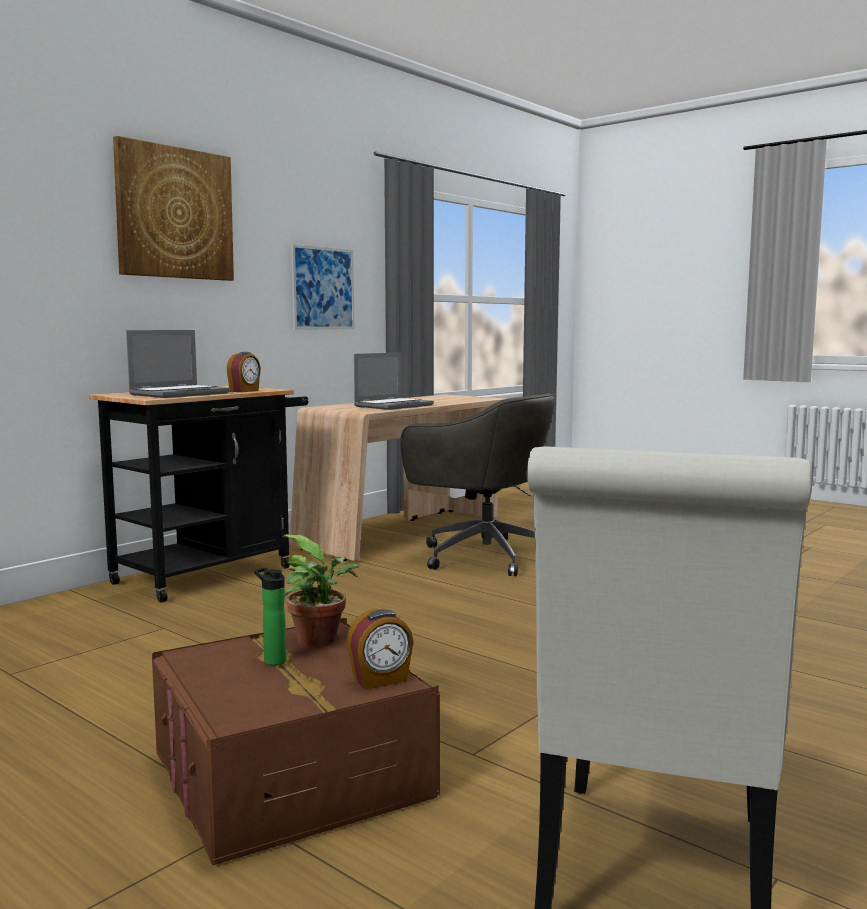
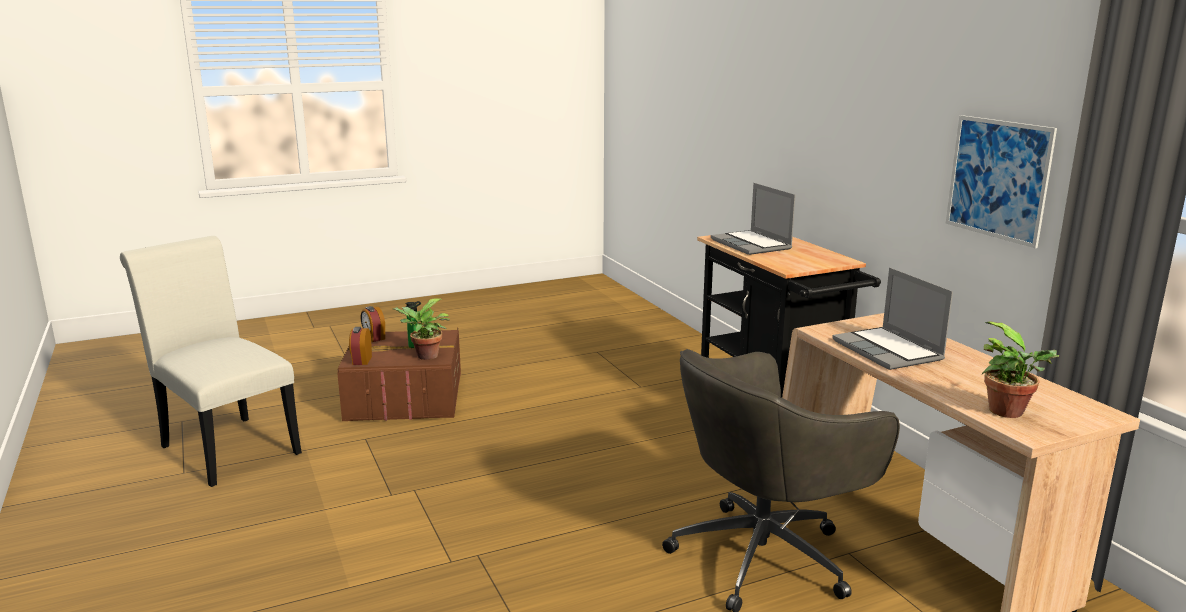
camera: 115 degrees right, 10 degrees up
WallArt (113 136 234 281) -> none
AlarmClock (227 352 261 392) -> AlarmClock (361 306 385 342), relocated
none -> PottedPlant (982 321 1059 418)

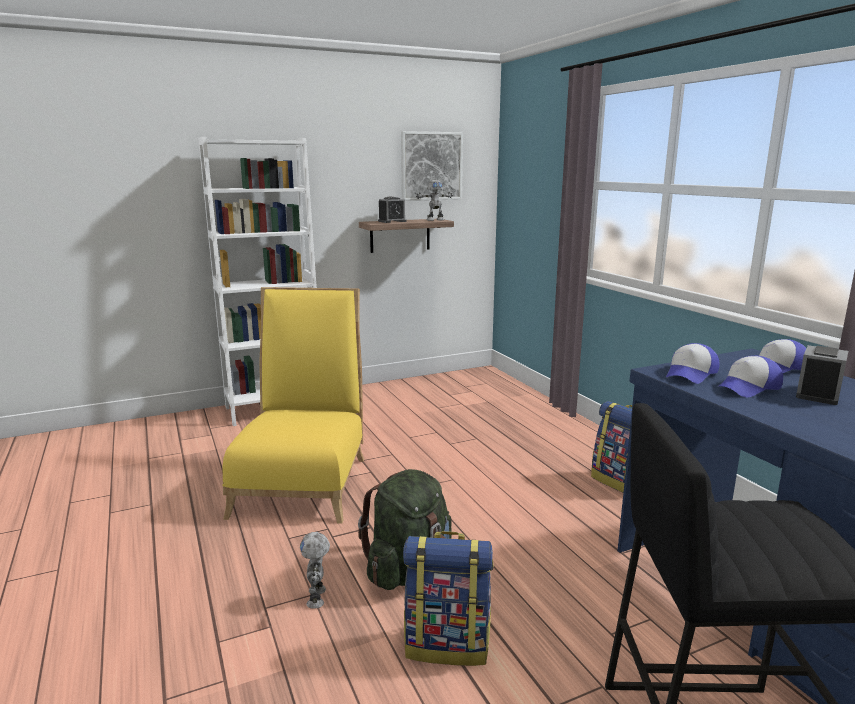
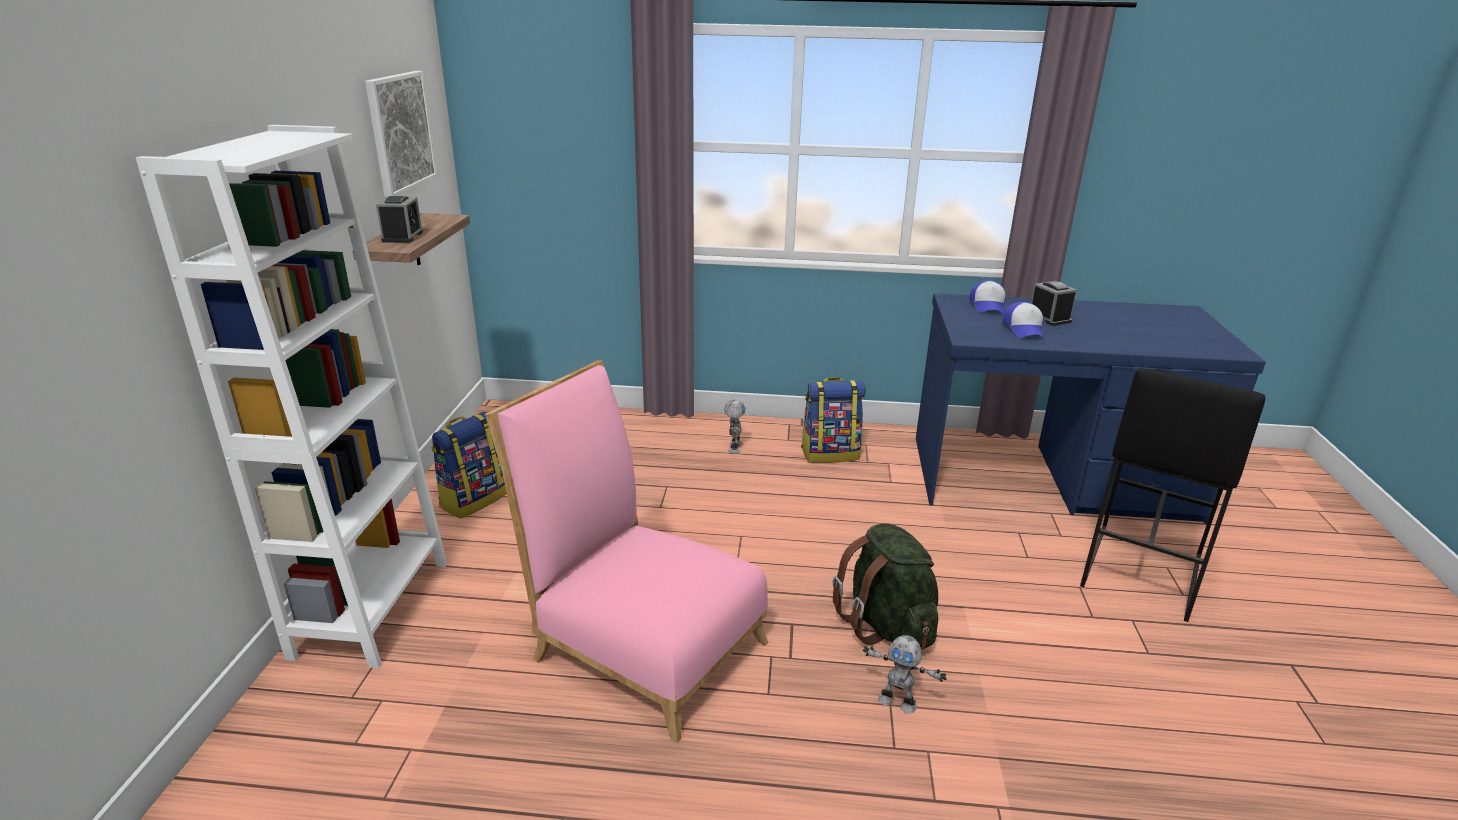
camera: 60 degrees left, 10 degrees up
YellowColouredChair (223 287 364 524) -> PinkColouredChair (485 360 769 743)
Knapsack (403 531 494 666) -> Knapsack (431 412 507 519), relocated
ModelRobot (416 180 453 221) -> ModelRobot (724 400 746 454), relocated
Cap (666 343 719 384) -> none

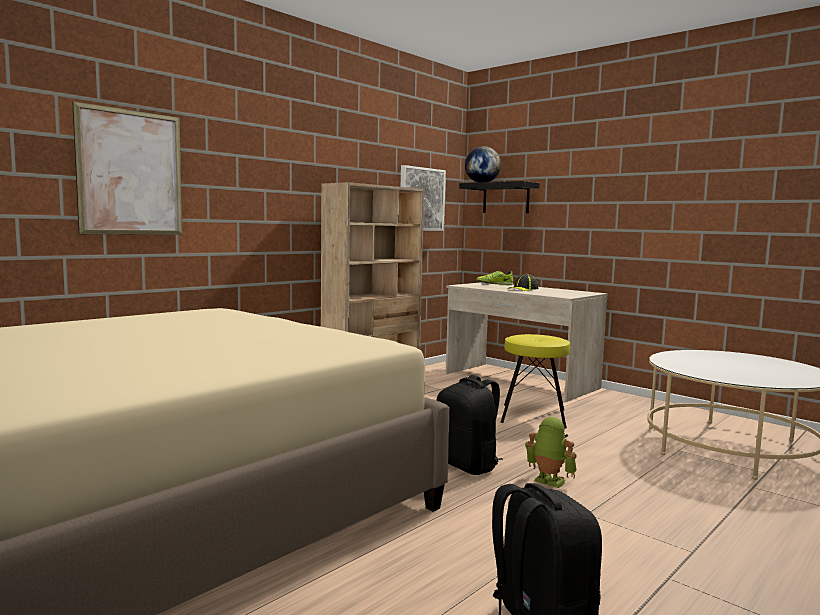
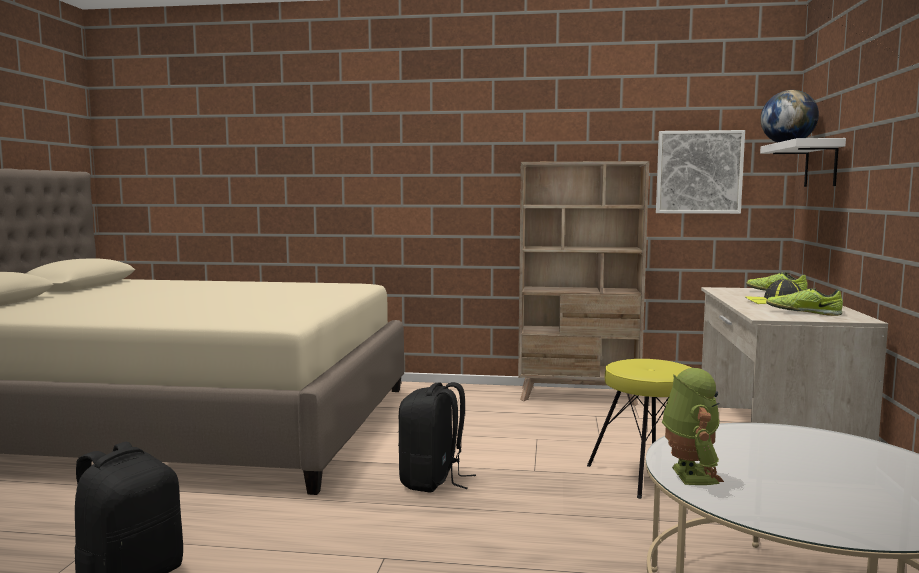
camera: 55 degrees right, 0 degrees up
WallArt (72 101 183 235) -> none
BlackBracketShelf (459 181 540 213) -> WhitishBracketShelf (760 138 846 187)
ModelRobot (525 417 577 488) -> ModelRobot (662 368 724 485), relocated
none -> ItemOfFootwear (766 288 843 316)

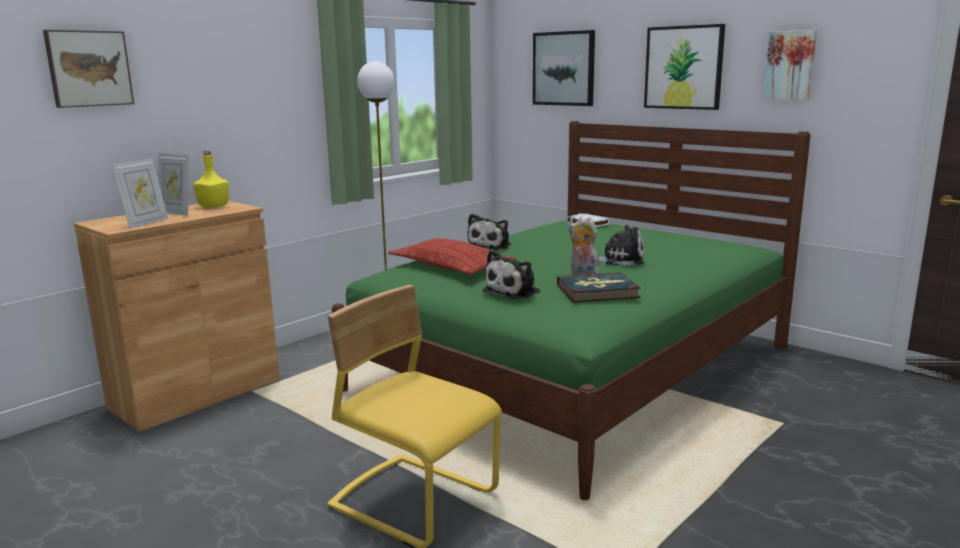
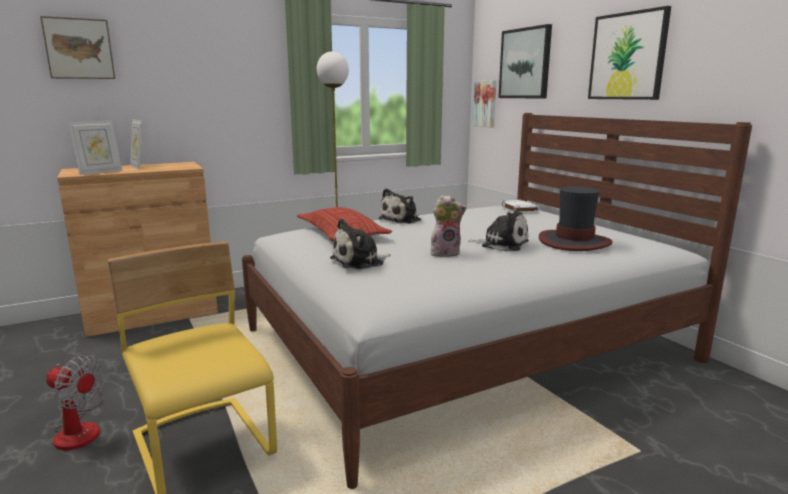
camera: 20 degrees right, 0 degrees up
YellowColouredBeverageBottle (193 150 229 208) -> none
GreenBed (332 121 811 500) -> WhitishBed (242 113 752 489)
BoundBook (557 273 641 302) -> none
SoftToy (568 216 599 275) -> SoftToy (430 195 466 257), 105 degrees clockwise
WallArt (764 30 817 100) -> WallArt (473 80 496 128), relocated
none -> Fan (46 355 104 451)
none -> WearableHat (539 187 612 251)

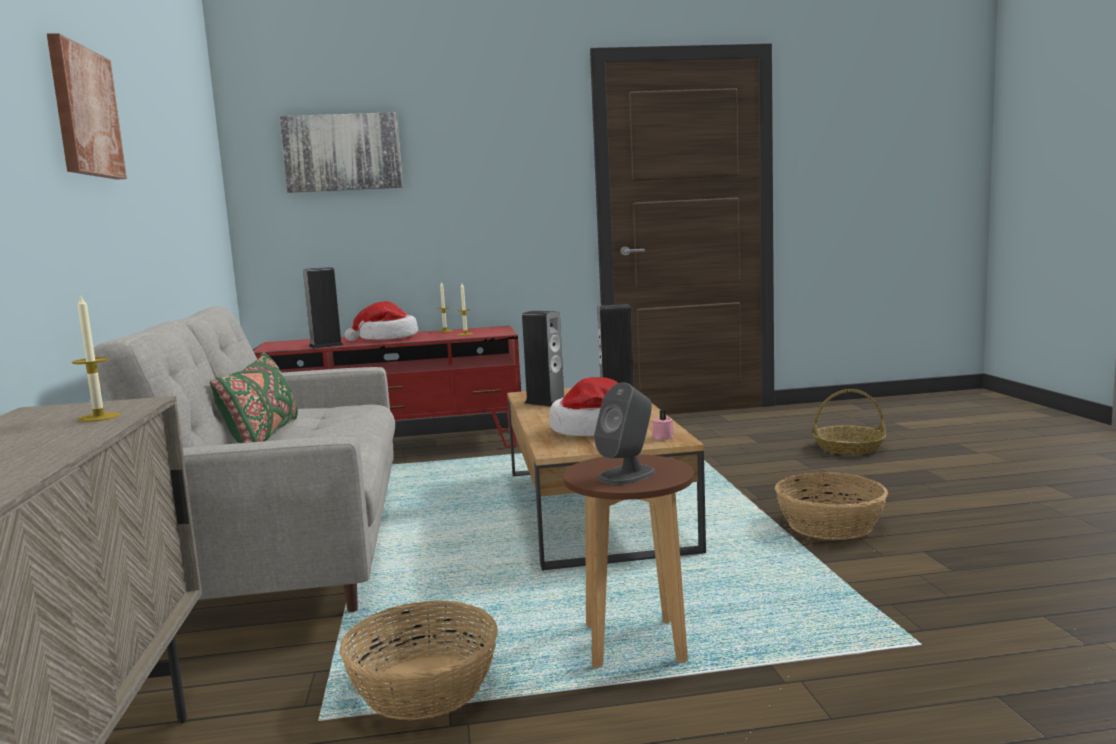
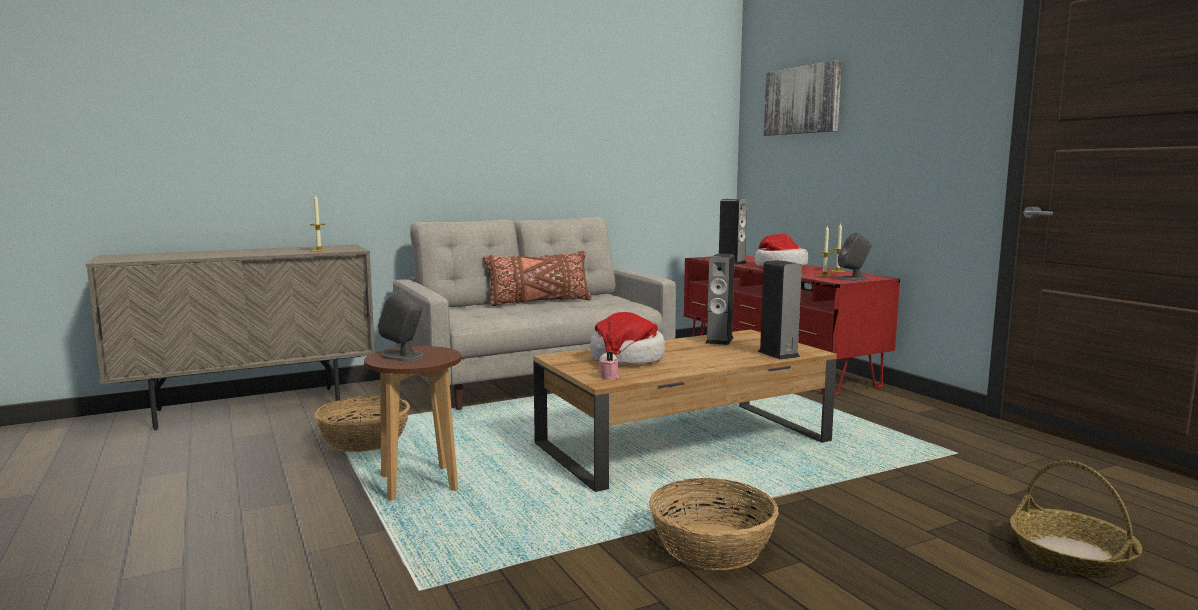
camera: 70 degrees right, 0 degrees up
WallArt (47 33 127 180) -> none
GreenCushion (210 352 298 443) -> BrownColouredCushion (483 251 592 306)
none -> GreyishLoudspeaker (837 232 872 281)

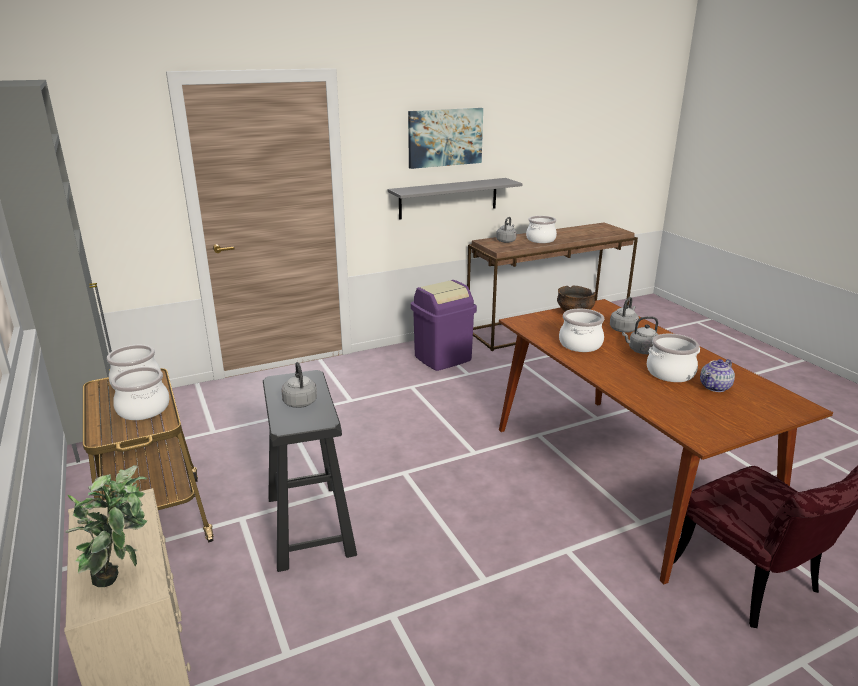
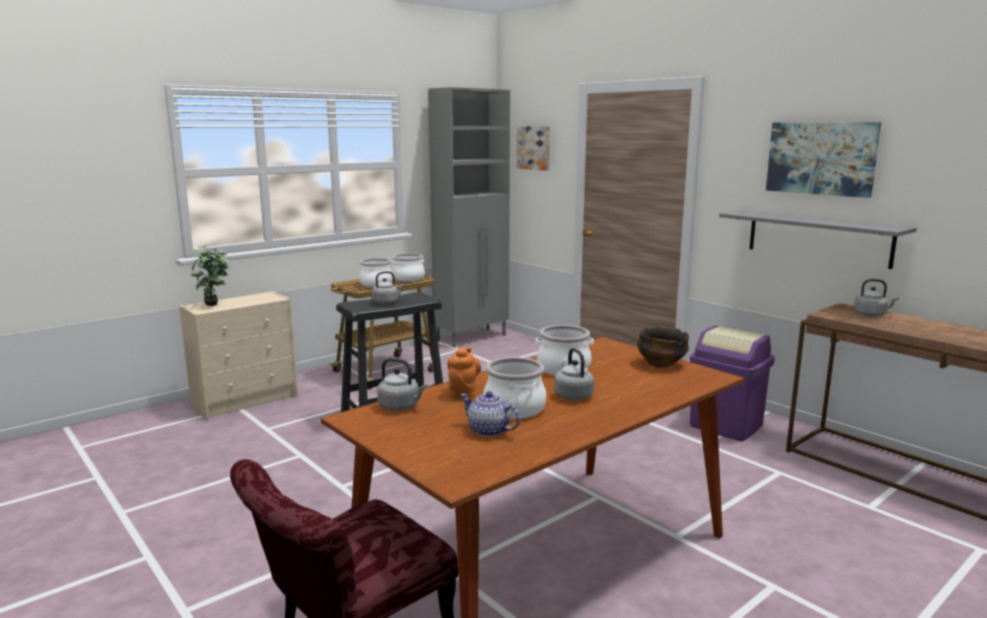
camera: 75 degrees right, 10 degrees down
CookingPot (526 216 557 243) -> none
GreyishWaterKettle (610 297 639 333) -> GreyishWaterKettle (377 358 427 411), relocated
none -> OrangeyTeaPot (447 346 481 398)
none -> WallArt (517 126 550 170)

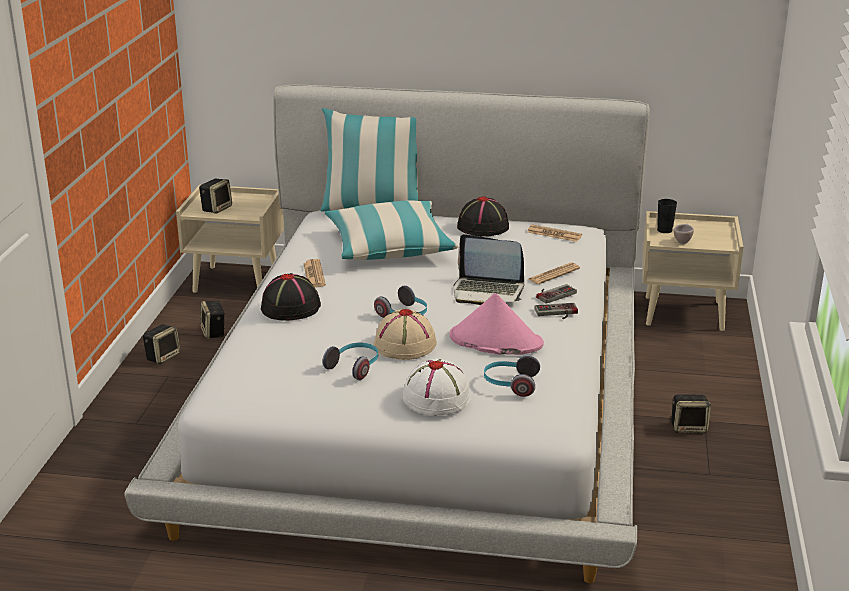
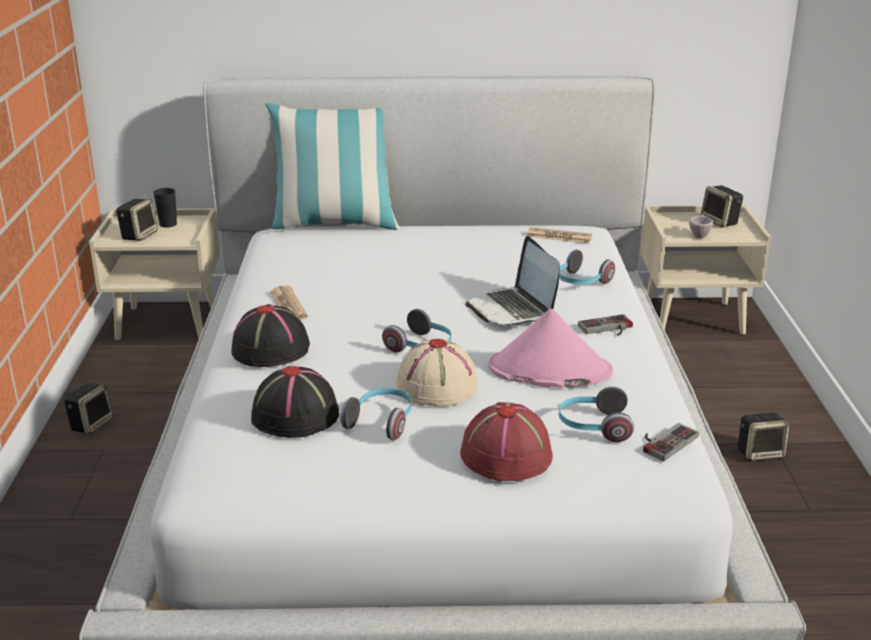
camera: 10 degrees left, 0 degrees up
Loudspeaker (200 301 225 339) -> Loudspeaker (701 186 743 227), relocated
Cushion (325 200 458 260) -> none
WhitishWearableHat (403 358 471 416) -> RedColouredWearableHat (460 402 553 481)
Laptop (453 234 524 305) -> Laptop (466 236 560 327), 60 degrees clockwise
BlackWearableHat (457 197 509 237) -> BlackWearableHat (251 366 339 438), relocated
PrintedPaper (528 263 580 284) -> Headset (559 250 615 284)
Joypad (536 284 577 304) -> Joypad (643 423 699 461), relocated
BlackSmallCup (657 199 677 233) -> BlackSmallCup (153 188 177 228), relocated

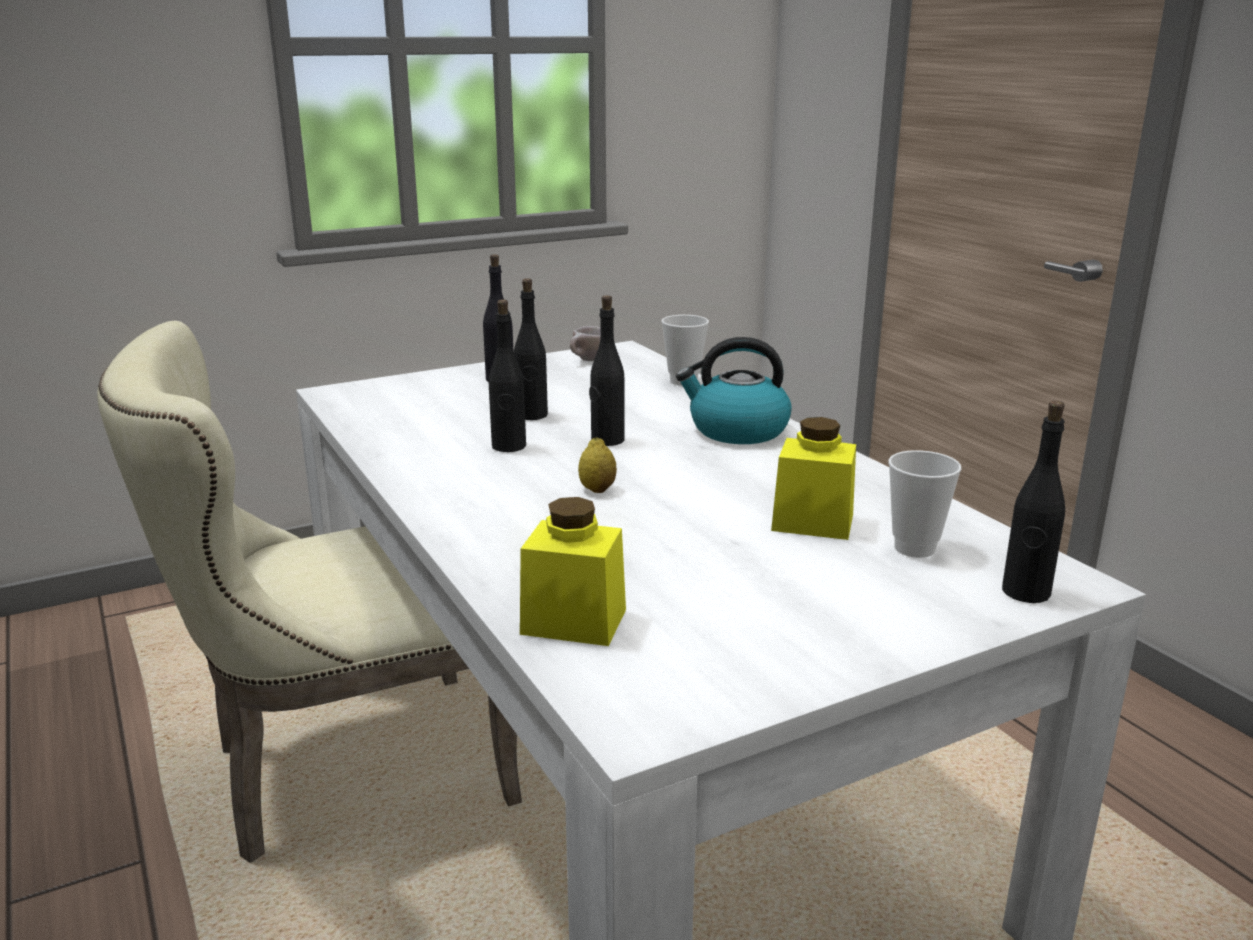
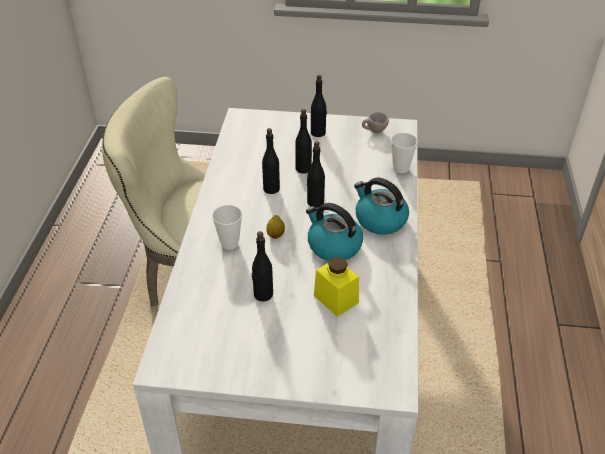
camera: 35 degrees right, 20 degrees up
YellowColouredJar (520 497 626 646) -> none
SmallCup (888 450 961 558) -> SmallCup (212 205 242 250), relocated
BlackBeverageBottle (1002 401 1065 603) -> BlackBeverageBottle (252 231 273 301), relocated
none -> WaterKettle (306 203 363 261)

